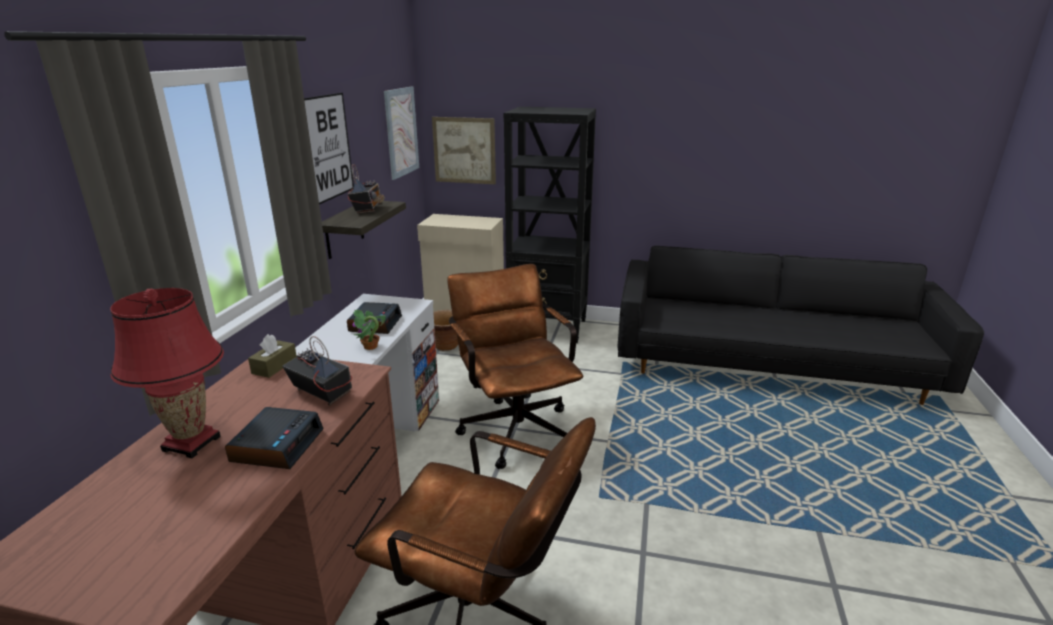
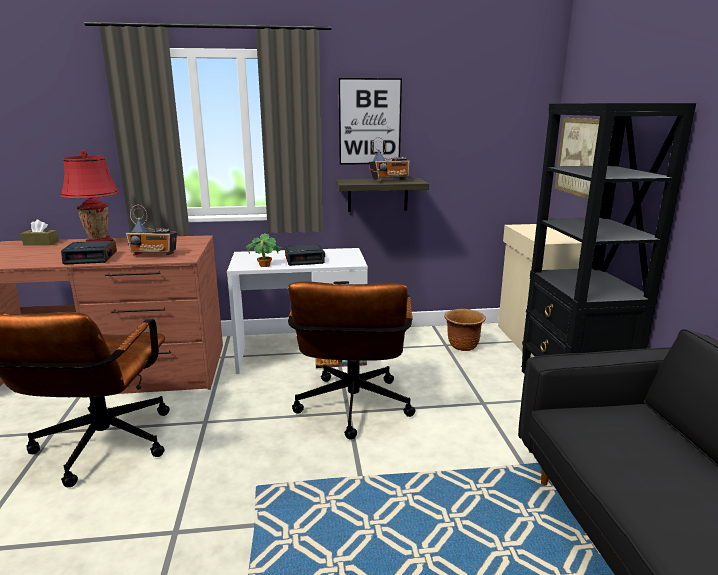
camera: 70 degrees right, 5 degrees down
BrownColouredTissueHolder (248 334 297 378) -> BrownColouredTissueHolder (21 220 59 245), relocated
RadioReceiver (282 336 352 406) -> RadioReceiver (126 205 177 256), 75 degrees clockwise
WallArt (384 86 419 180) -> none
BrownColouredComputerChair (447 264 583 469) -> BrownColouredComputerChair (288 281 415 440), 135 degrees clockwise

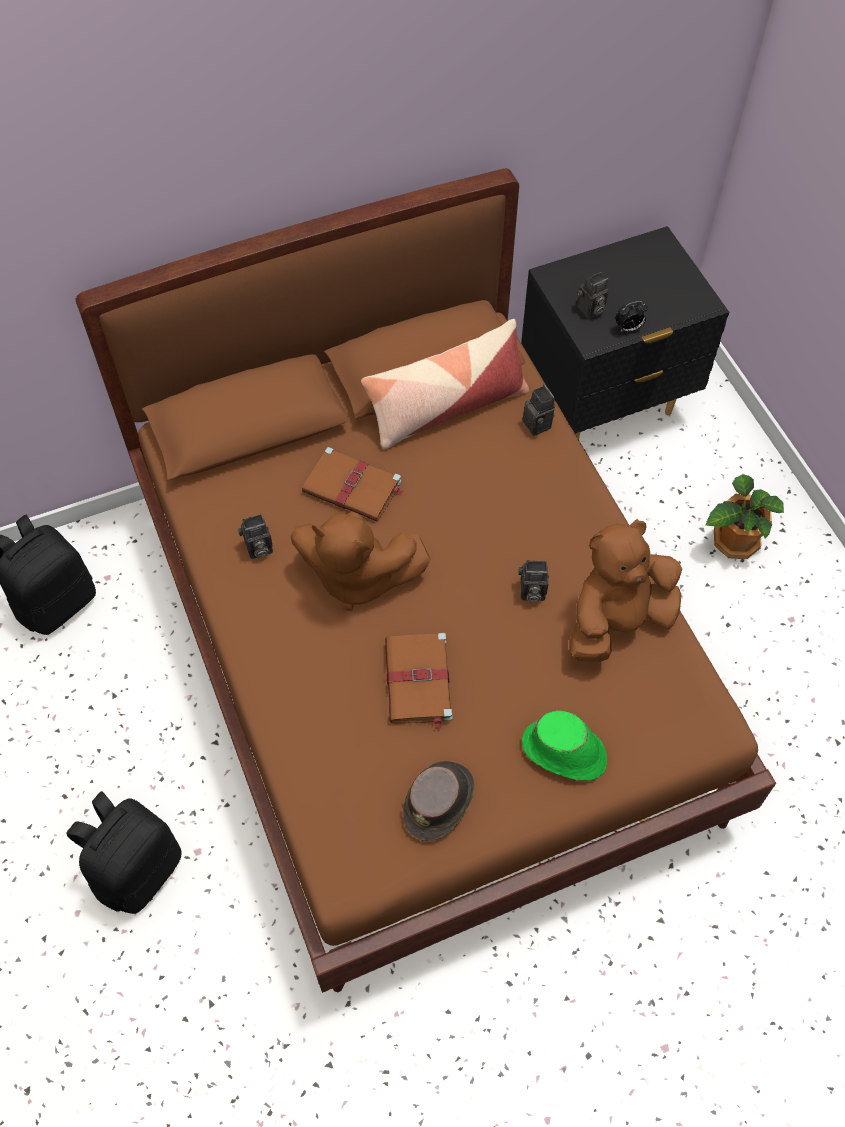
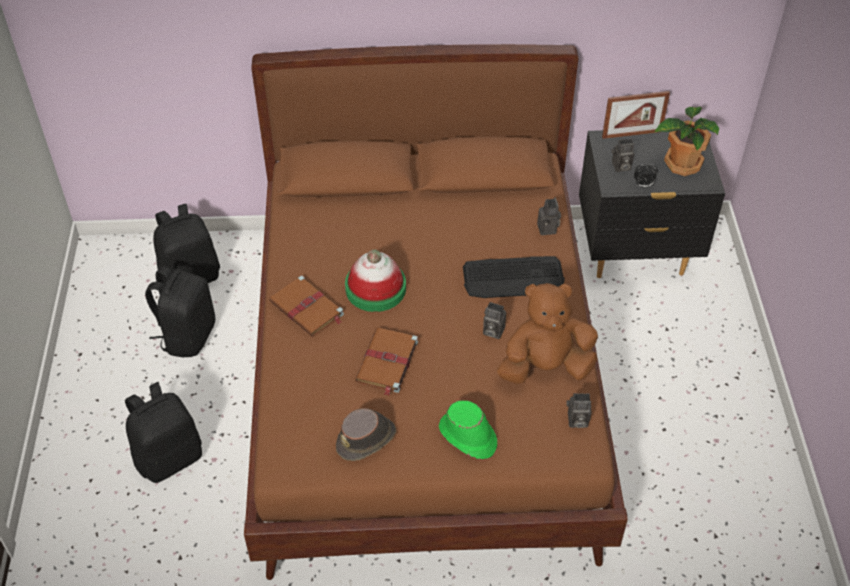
camera: 20 degrees right, 10 degrees down
StillCamera (238 514 273 559) -> StillCamera (566 393 592 428), relocated
BrownColouredSoftToy (291 512 431 611) -> WearableHat (345 249 406 312)
BrownColouredBoundBook (302 447 404 521) -> BrownColouredBoundBook (269 275 344 337), relocated
Cushion (361 319 529 449) -> none
PottedPlant (705 475 784 559) -> PottedPlant (654 107 719 176), relocated
none -> BlackKnapsack (145 266 215 357)
none -> ComputerKeyboard (463 256 565 298)
none -> PictureFrame (602 91 670 139)

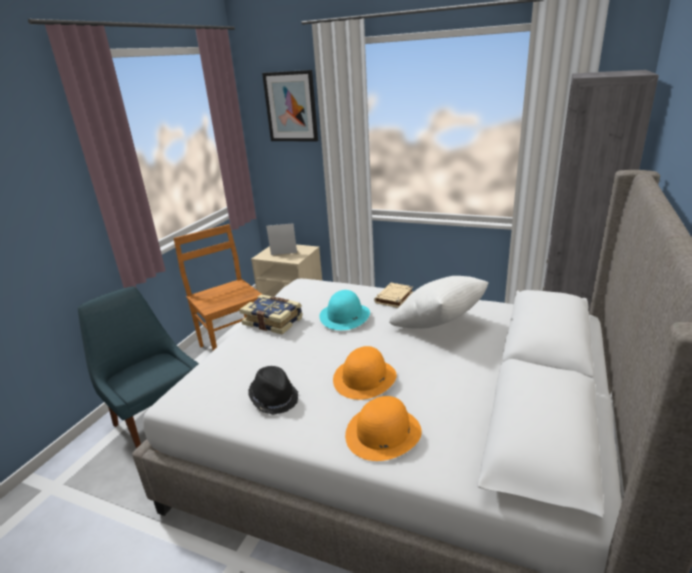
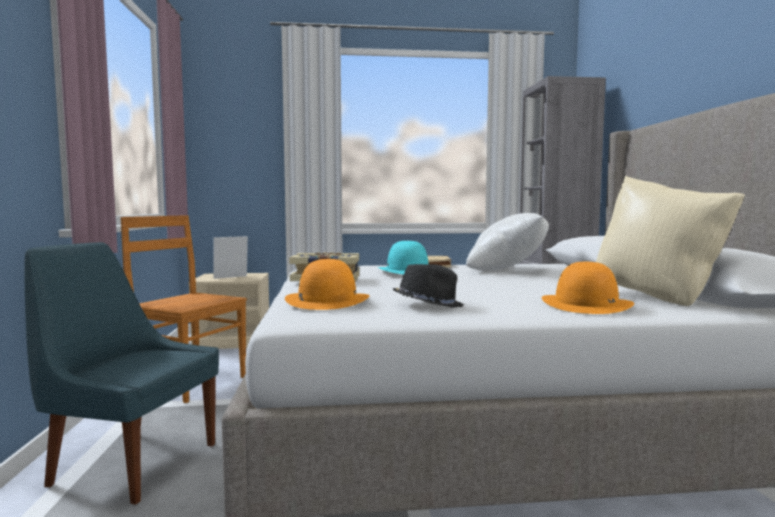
camera: 30 degrees left, 20 degrees down
WallArt (262 70 318 141) -> none
OrangeyWearableHat (333 346 397 400) -> OrangeyWearableHat (285 259 369 310), relocated
none -> SandColouredCushion (596 176 745 306)

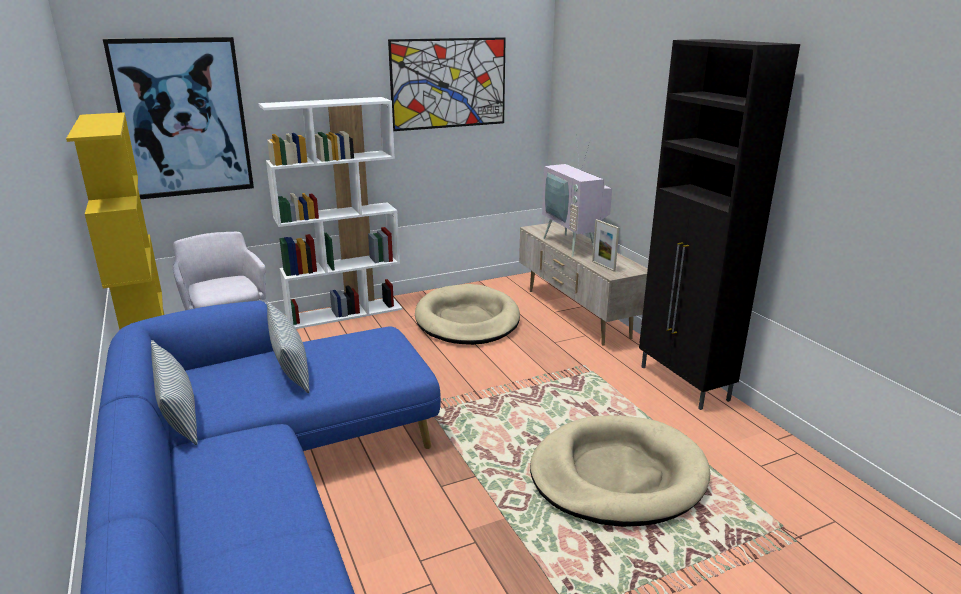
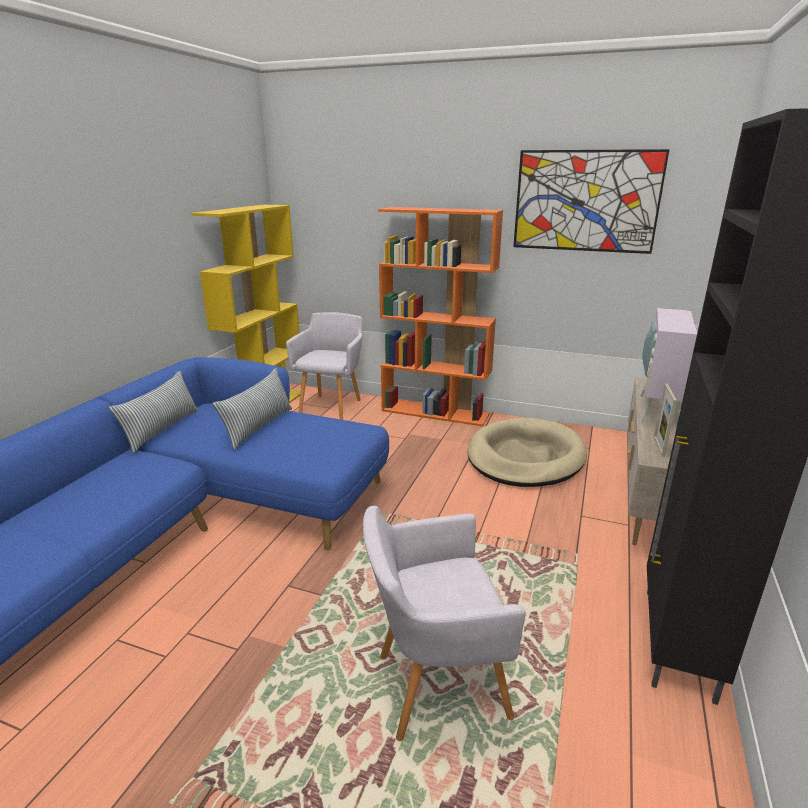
camera: 45 degrees right, 0 degrees up
WallArt (103 37 254 199) -> none
WhitishBookshelf (259 97 402 329) -> OrangeyBookshelf (378 207 503 426)
SandColouredDogBed (530 415 710 527) -> GreyishLoungeChair (363 506 525 741)

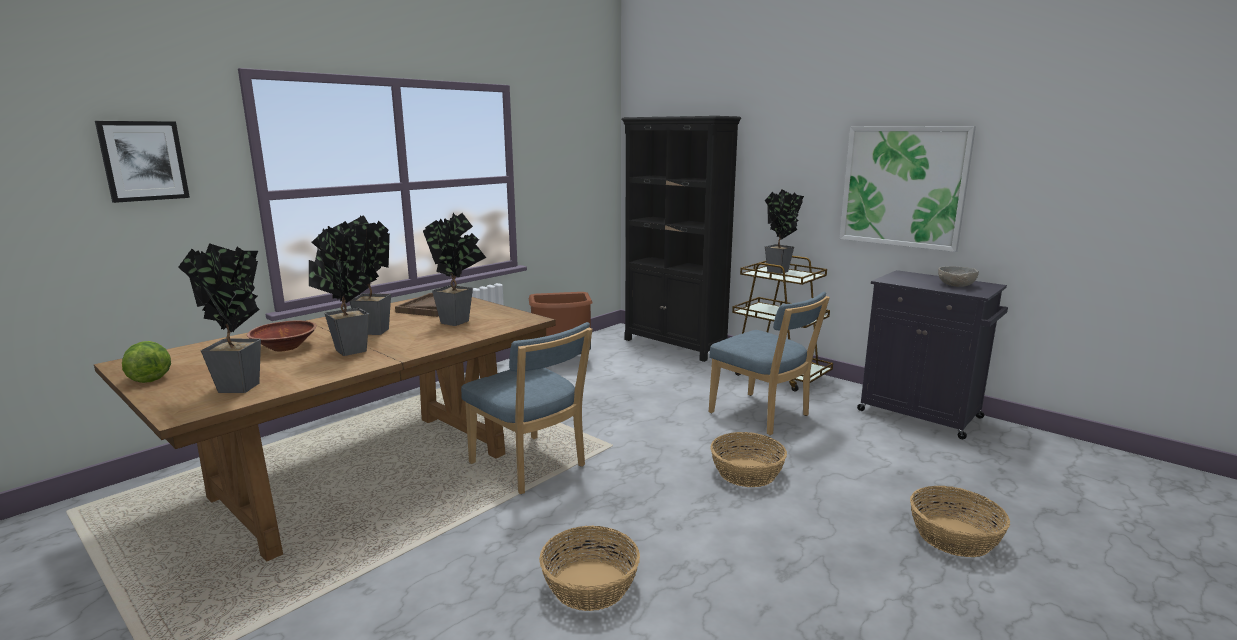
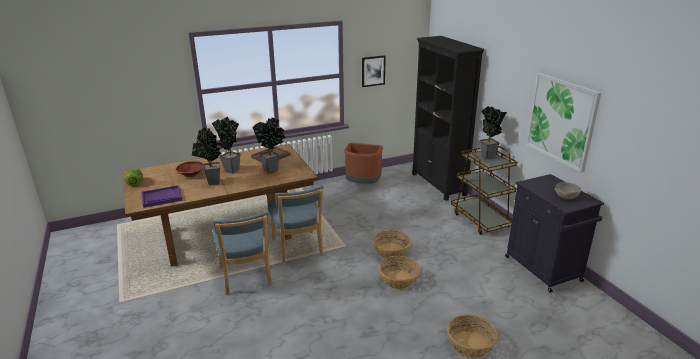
camera: 25 degrees right, 10 degrees up
WallArt (95 121 190 203) -> WallArt (362 55 386 87), relocated
PottedPlant (178 243 261 393) -> PurpleServingTray (141 185 182 208)
StorageBasket (539 526 640 611) -> StorageBasket (373 230 411 259), relocated
BluishChair (709 292 830 435) -> BluishChair (213 212 272 294), relocated

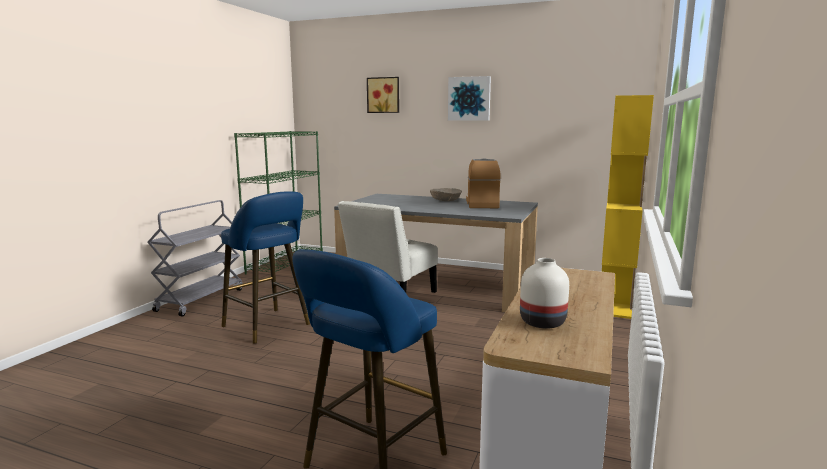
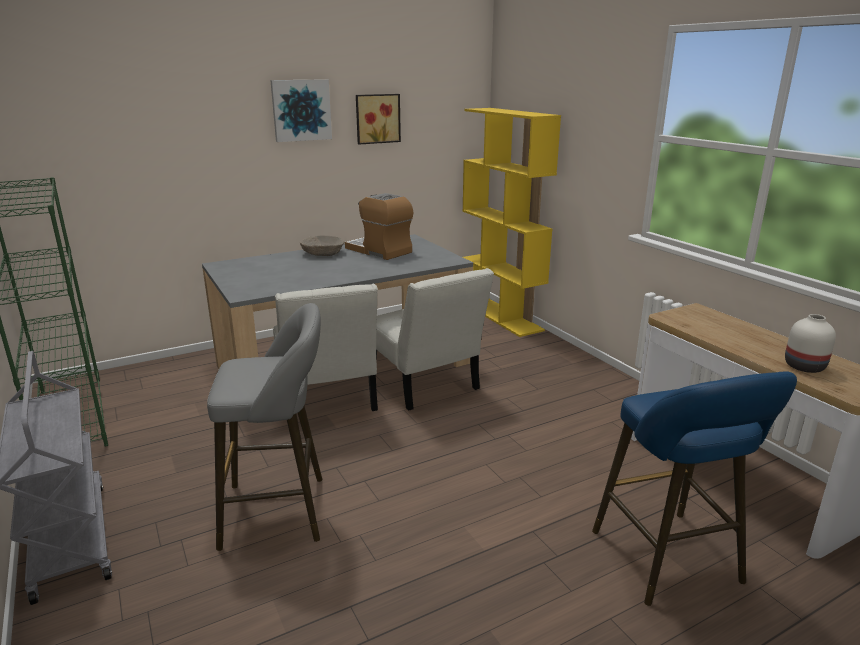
camera: 50 degrees left, 10 degrees up
BluishStool (221 191 310 343) -> GreyishStool (207 303 322 551)
WallArt (367 77 399 113) -> WallArt (356 94 401 145), relocated
none -> WhitishChair (376 268 494 411)

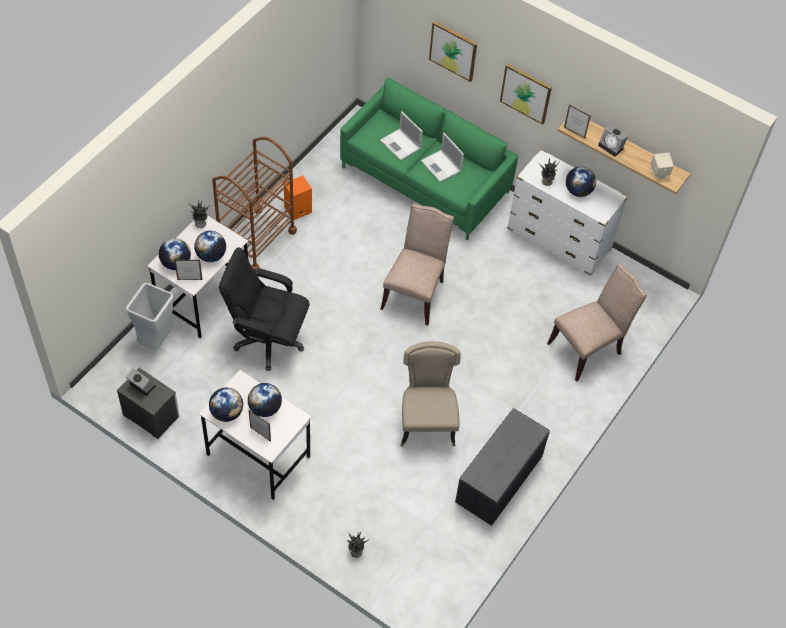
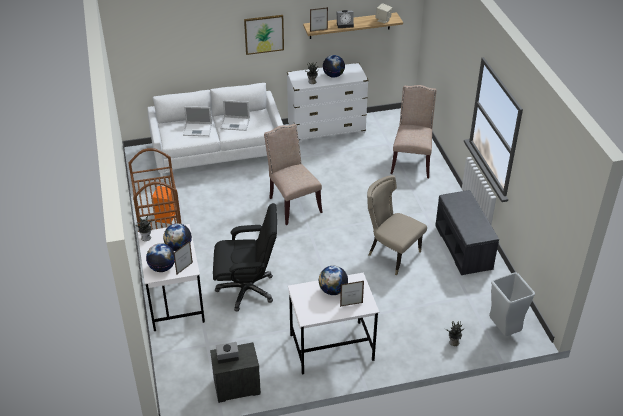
camera: 45 degrees left, 15 degrees down
GreyishWasteBin (126 283 173 350) -> GreyishWasteBin (489 272 535 336), relocated
WorldGlobe (209 388 243 422) -> none
BlackComputerChair (219 247 310 371) -> BlackComputerChair (213 203 277 312), 150 degrees counterclockwise
GreenSettee (340 78 518 240) -> WhitishSettee (147 83 283 180)
WallArt (429 21 477 82) -> none

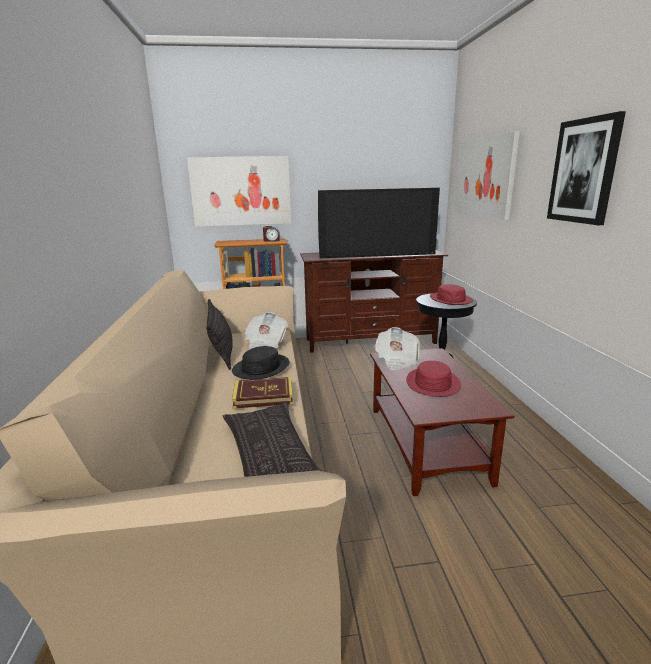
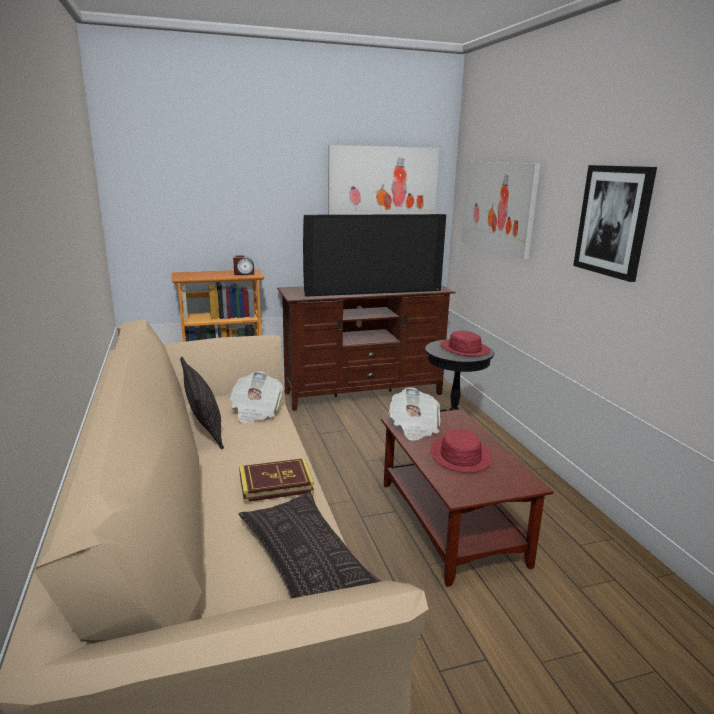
camera: 10 degrees left, 0 degrees up
WallArt (187 156 291 227) -> WallArt (328 145 439 215), relocated
BlackWearableHat (232 346 290 380) -> none

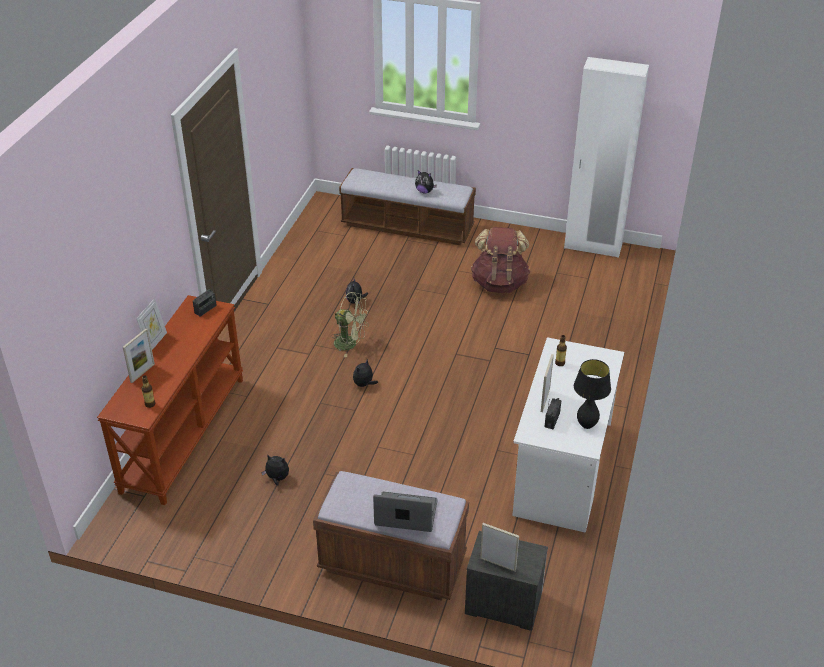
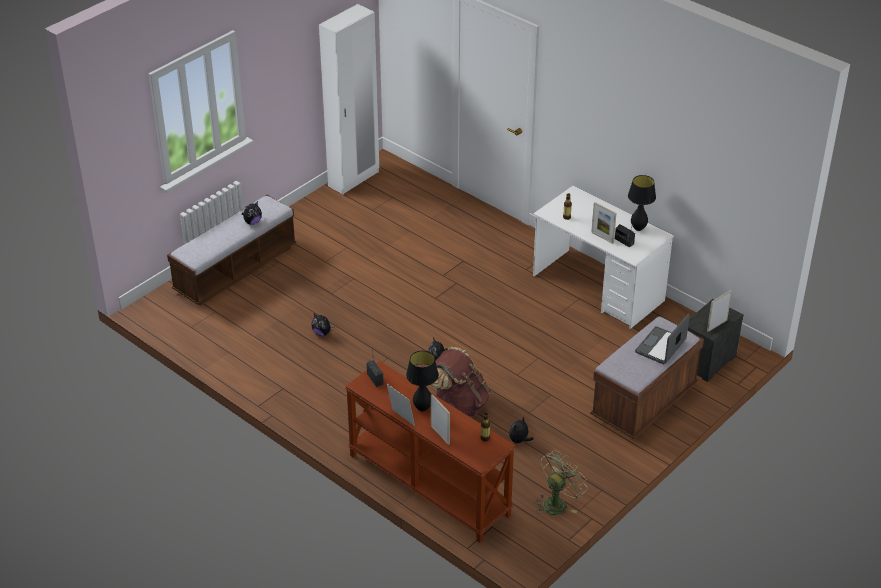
camera: 65 degrees left, 0 degrees up
GreenFan (330 292 368 357) -> GreenFan (535 450 588 515), relocated
BrownColouredKnapsack (471 227 530 293) -> BrownColouredKnapsack (431 347 491 417), relocated
none -> BlackLampForATable (406 351 439 411)

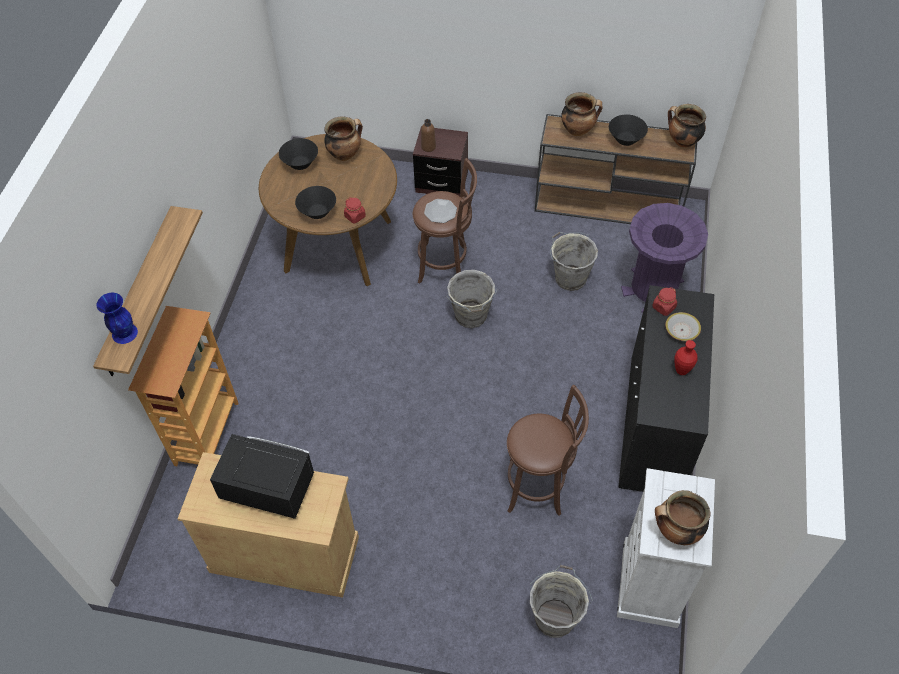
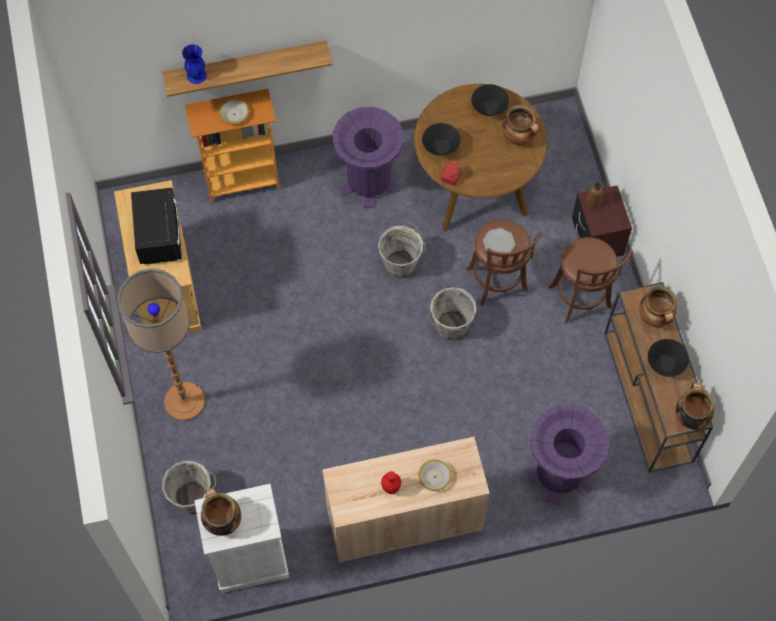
camera: 65 degrees right, 10 degrees up
BrownColouredStool (507 384 589 516) -> BrownColouredStool (548 237 633 324), relocated
GreyishBucket (550 232 598 291) -> GreyishBucket (378 222 426 279), relocated
BlackCupboard (618 285 714 492) -> SandColouredCupboard (322 437 490 562)
RedColouredJar (653 287 677 316) -> none
none -> StandardLamp (117 268 205 421)
none -> DeepDish (219 99 249 124)
none -> PurpleWasteBin (333 107 403 208)

